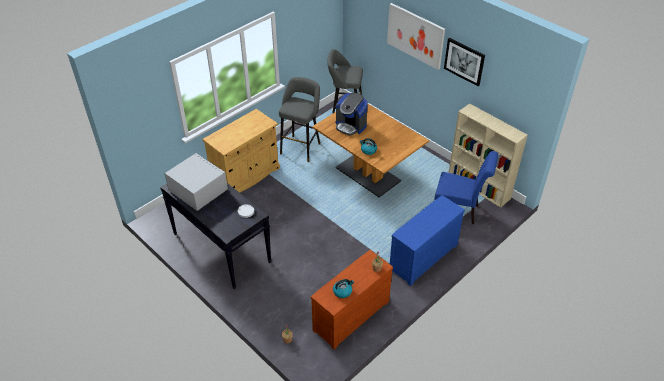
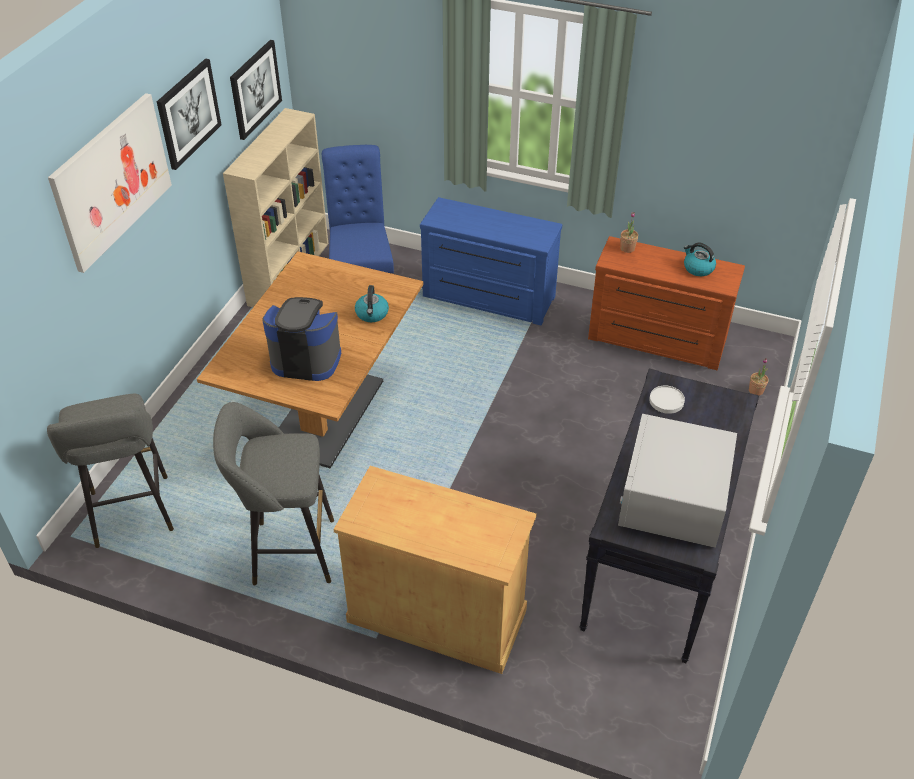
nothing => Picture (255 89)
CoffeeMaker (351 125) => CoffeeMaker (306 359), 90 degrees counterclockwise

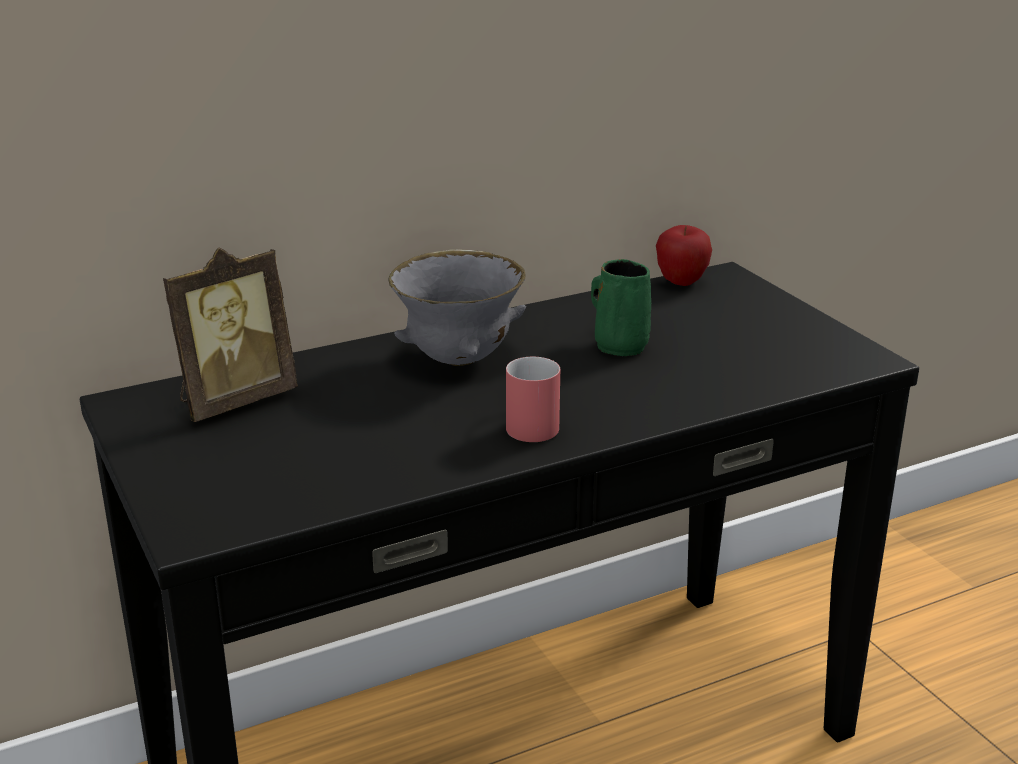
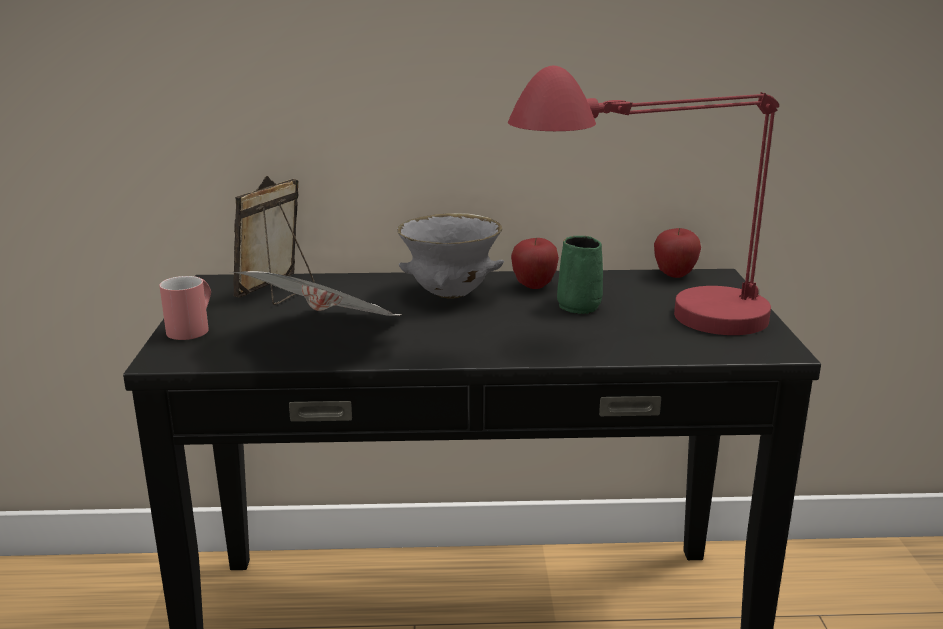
nothing => PrintedPaper (328 338)
nothing => RedTabletopLamp (649 329)
nothing => WholeApple (534 286)
RedCoffeeMug (529 422) => RedCoffeeMug (193 328), moved
PictureFrame (234 400) => PictureFrame (278 292), 135 degrees clockwise

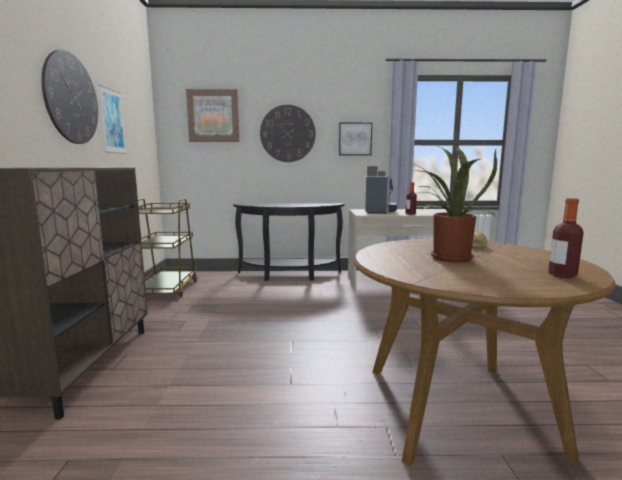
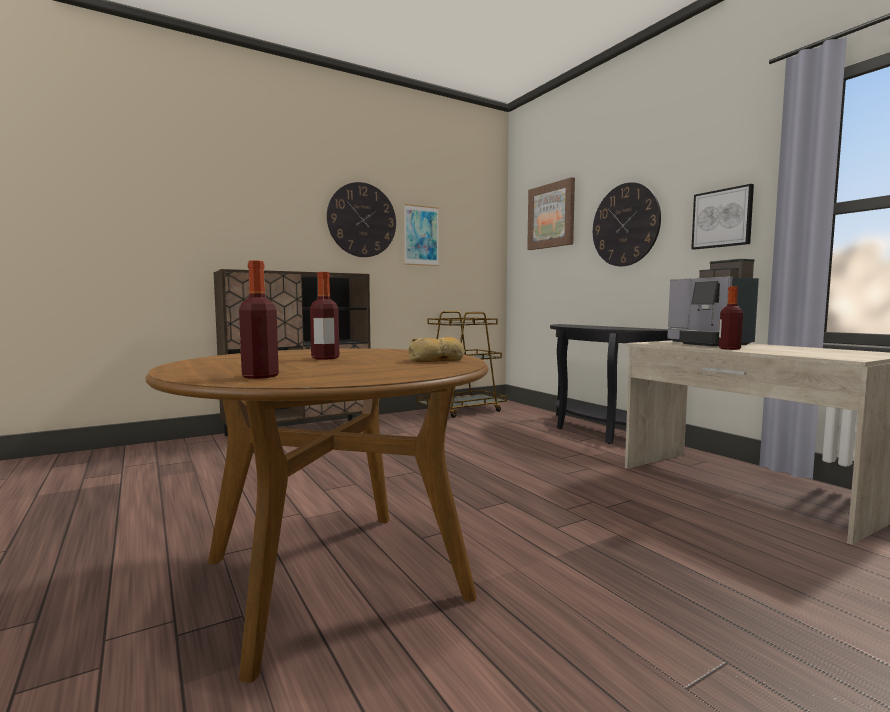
PlantInAPot (446 258) => Bottle (325 358)
CoffeeMaker (379 211) => CoffeeMaker (708 343), 90 degrees clockwise

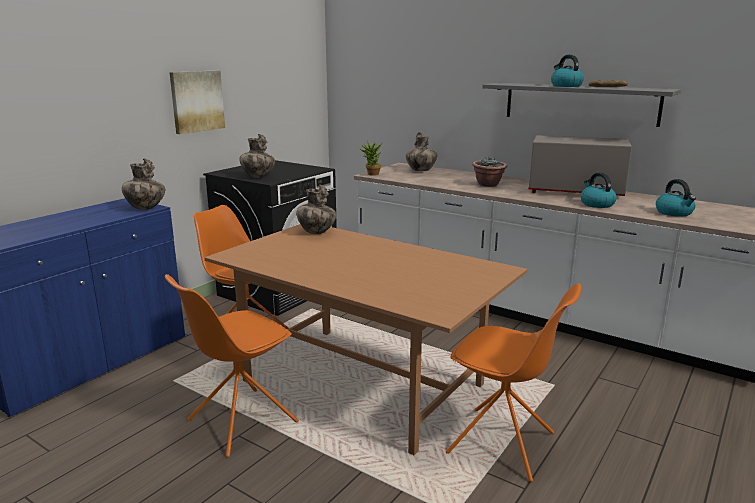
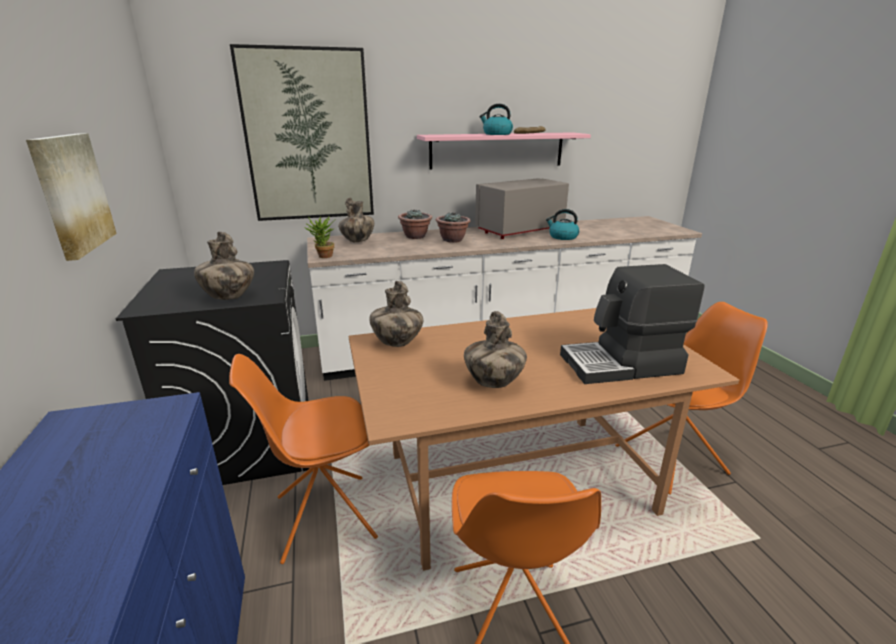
TeaKettle (674 213) => nothing
nothing => Picture (308 137)
nothing => PlantInAPot (415 237)
nothing => CoffeeMaker (622 365)
FlowerVase (145 208) => FlowerVase (493 382), moved
GreyShelf (580 103) => PinkShelf (497 150)

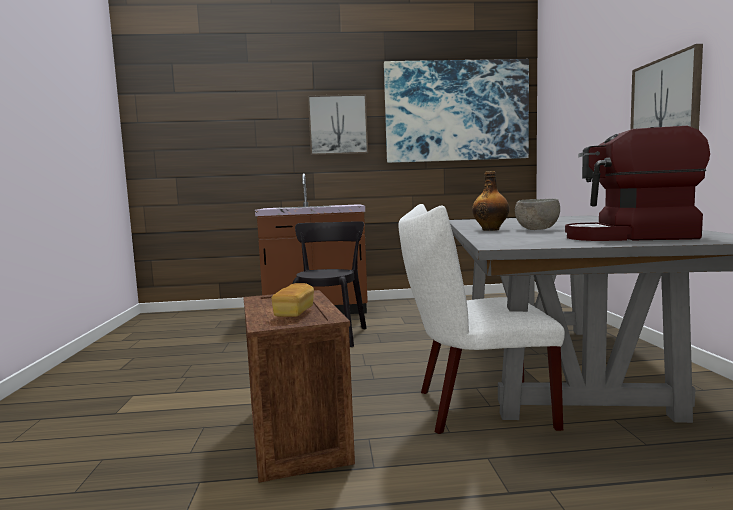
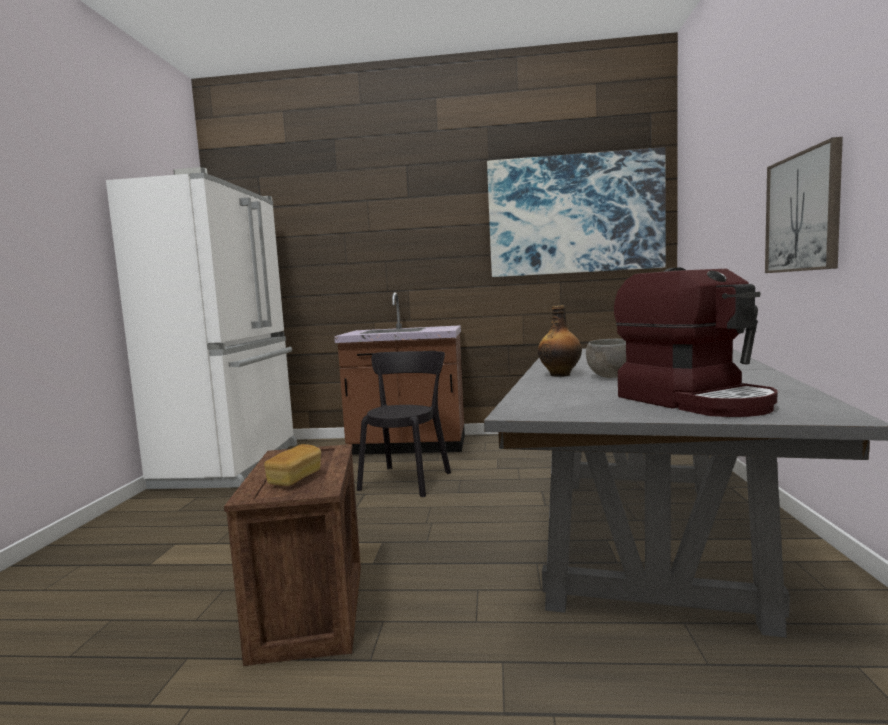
Picture (338 125) => nothing
WhitishPlainChair (474 408) => nothing
nothing => WhitishRefrigerator (233 464)
CoffeeMaker (630 237) => CoffeeMaker (695 401), 135 degrees counterclockwise

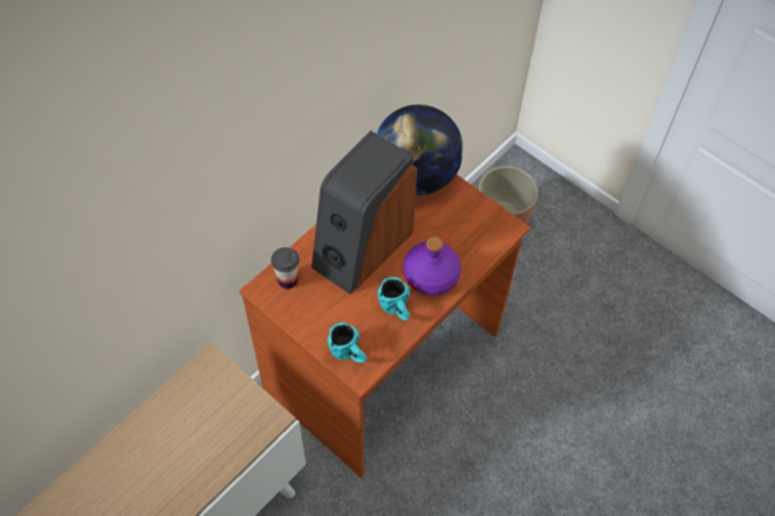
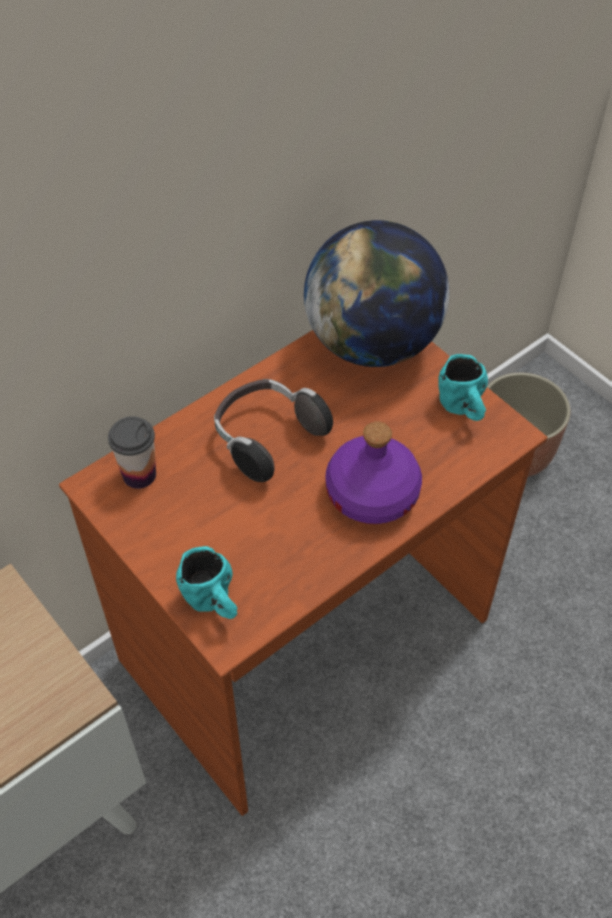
TurquoiseColouredCoffeeMug (397 310) => TurquoiseColouredCoffeeMug (464 410), moved
Speaker (361 247) => Headset (267 438)

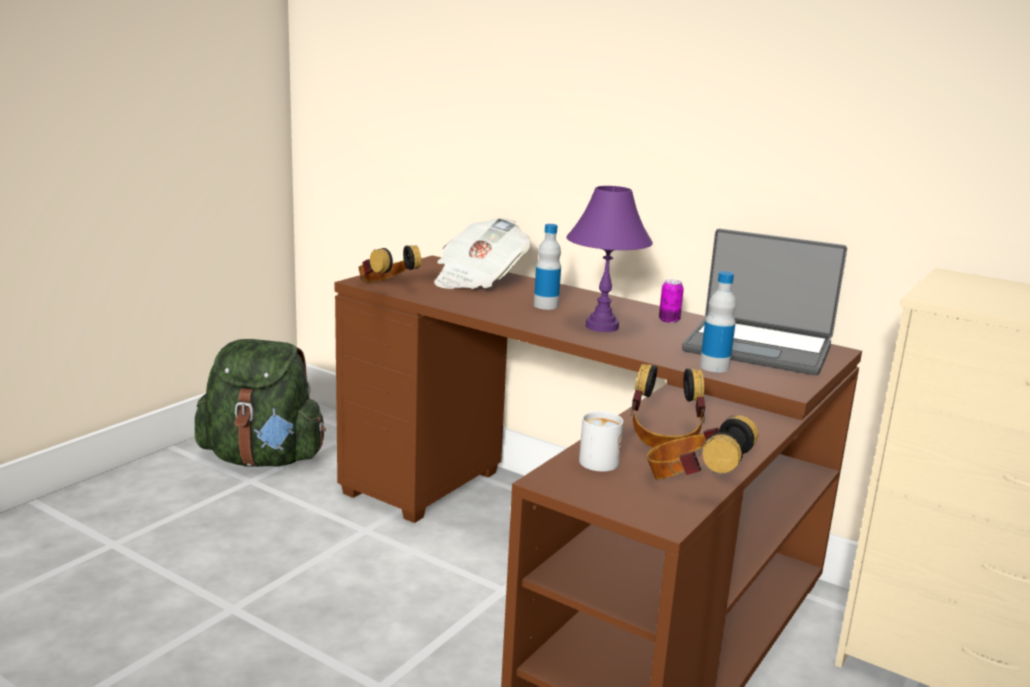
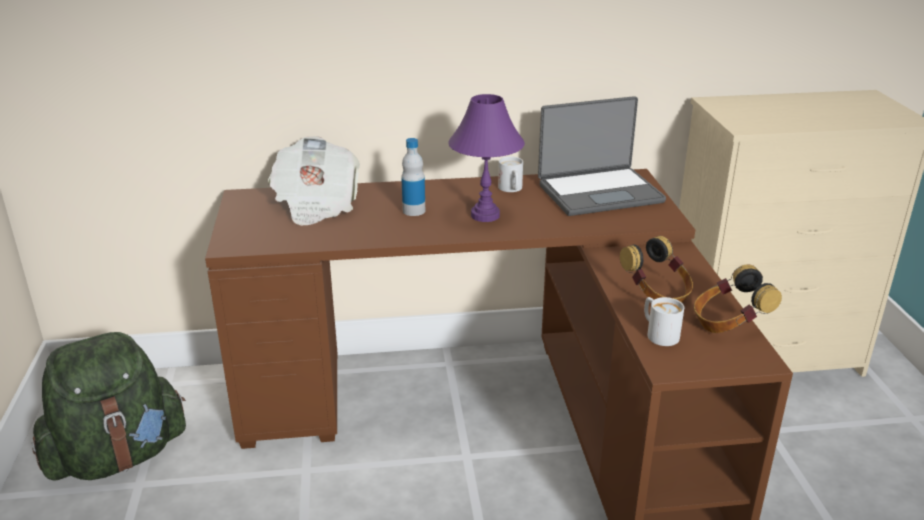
Headset (386 287) => nothing
Bottle (714 367) => nothing
Can (669 320) => WhitishCoffeeMug (511 189)

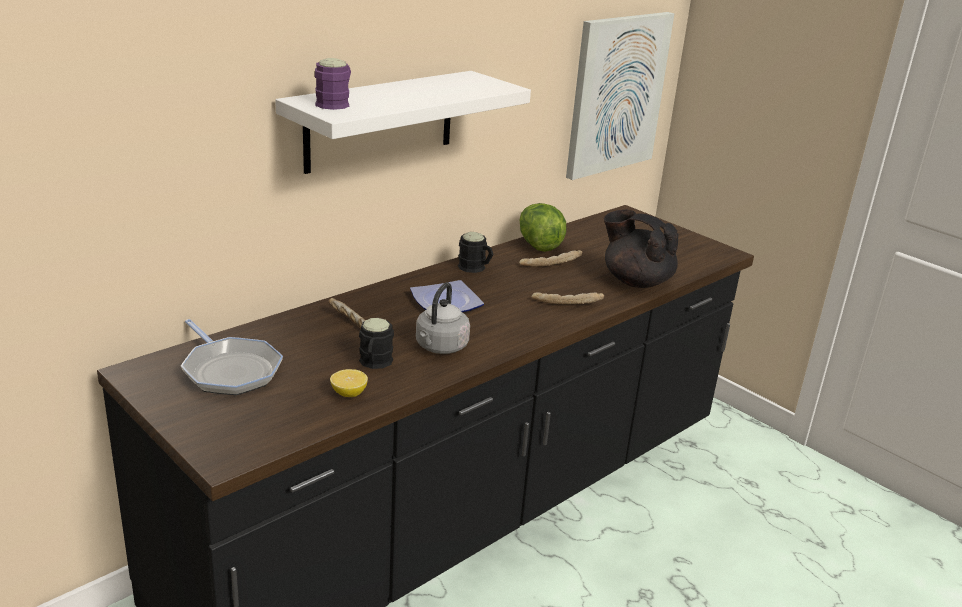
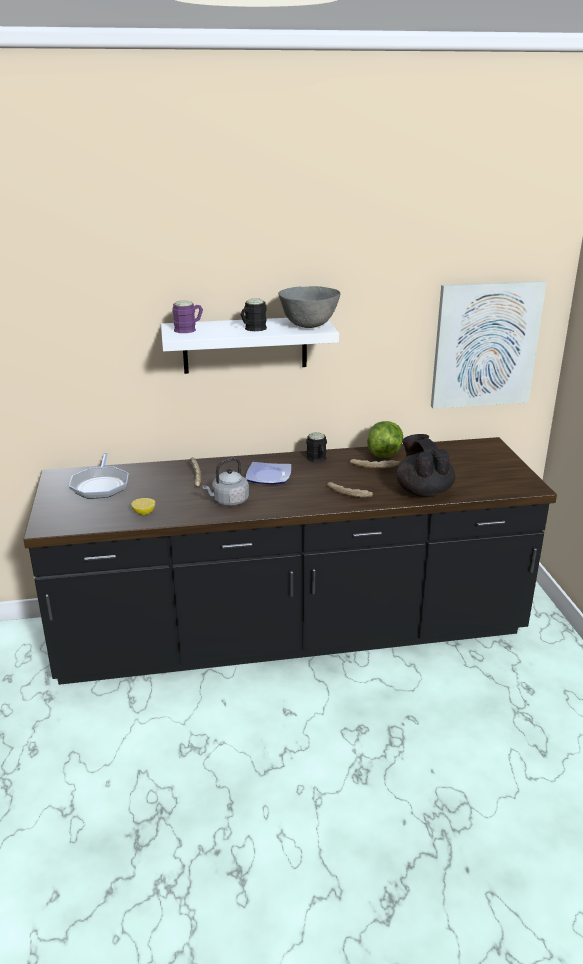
nothing => GreyBowl (308 326)
BlackCoffeeMug (374 363) => BlackCoffeeMug (252 329), moved

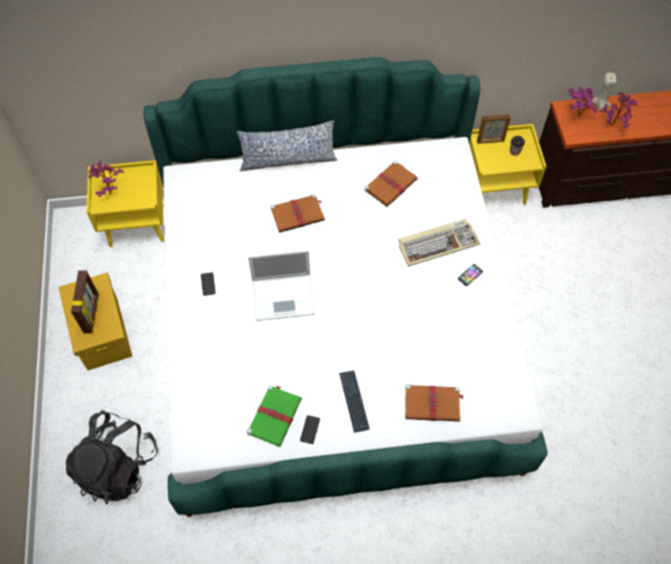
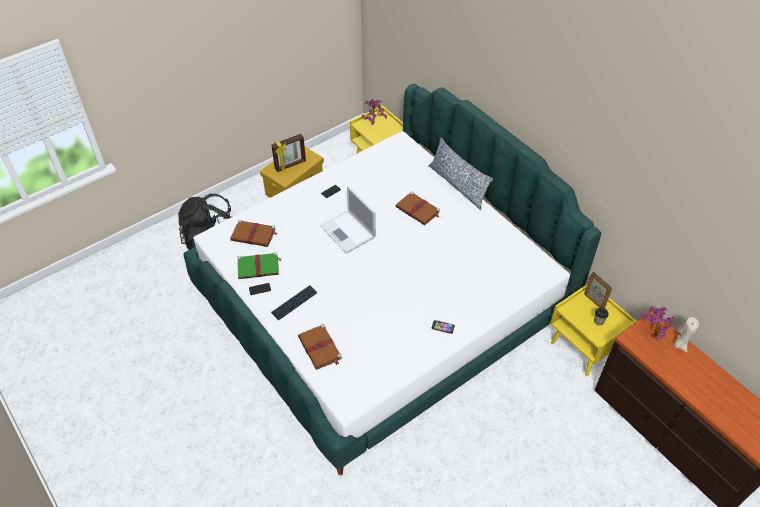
Keyboard (438 243) => nothing
PlantInAPot (613 125) => nothing
BrownBook (391 184) => BrownBook (254 235), moved

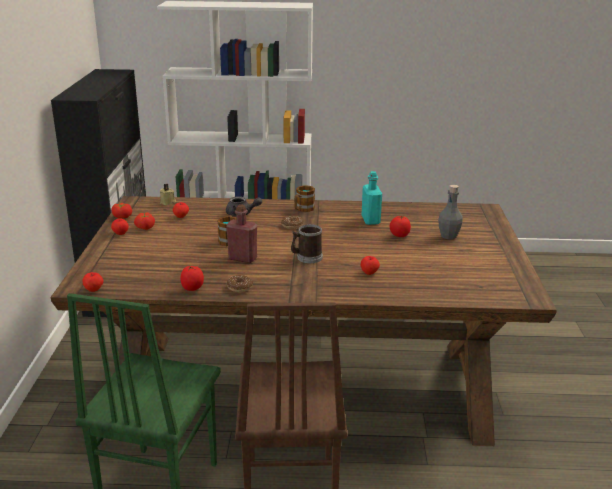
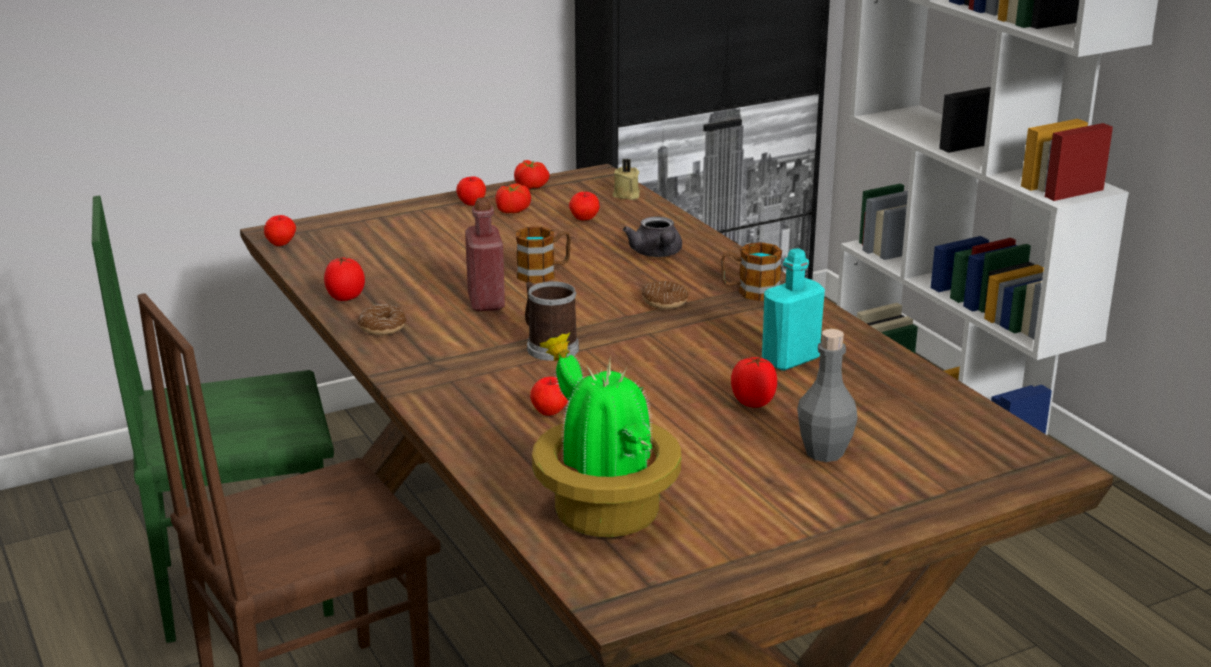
nothing => PlantInAPot (603 511)

